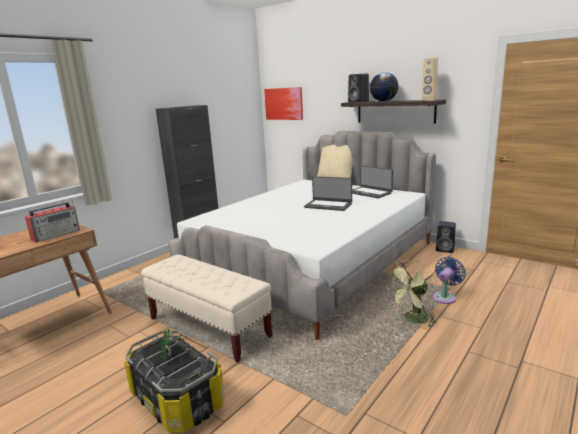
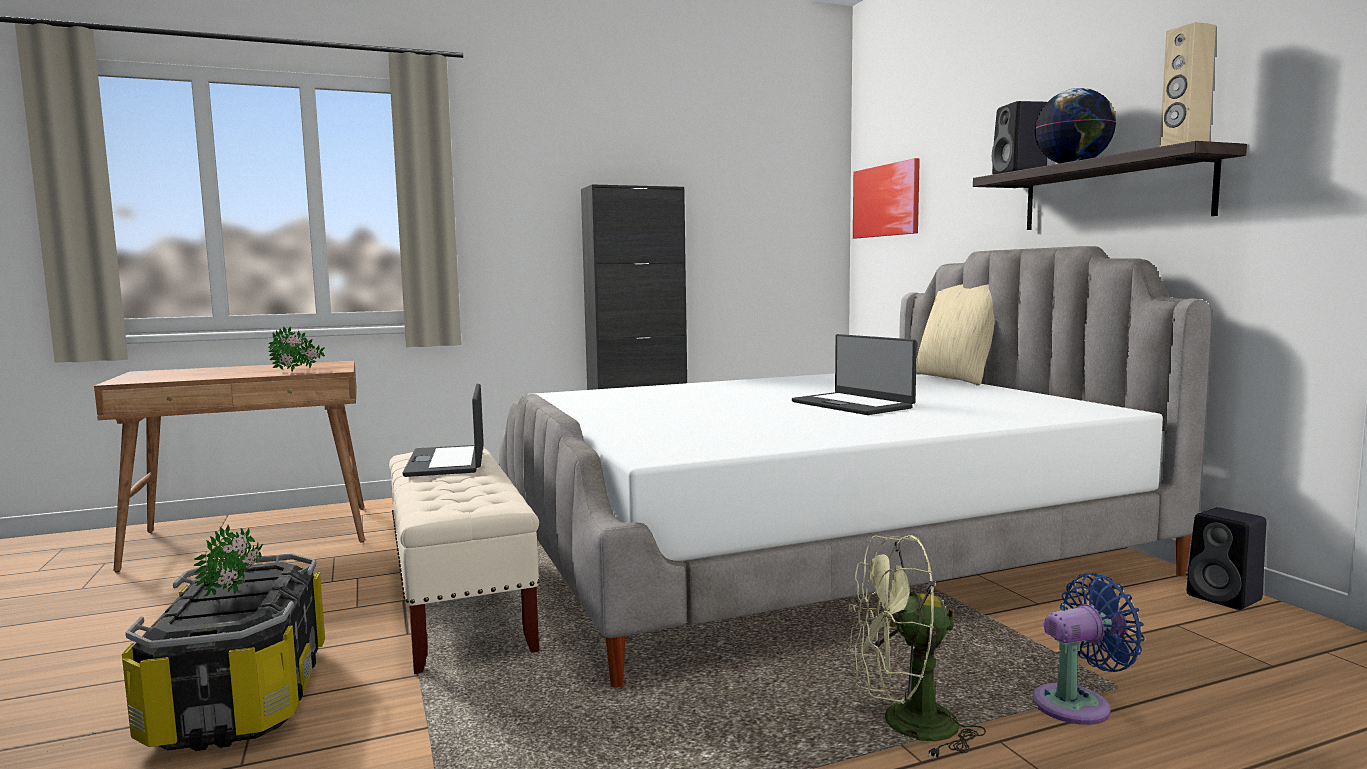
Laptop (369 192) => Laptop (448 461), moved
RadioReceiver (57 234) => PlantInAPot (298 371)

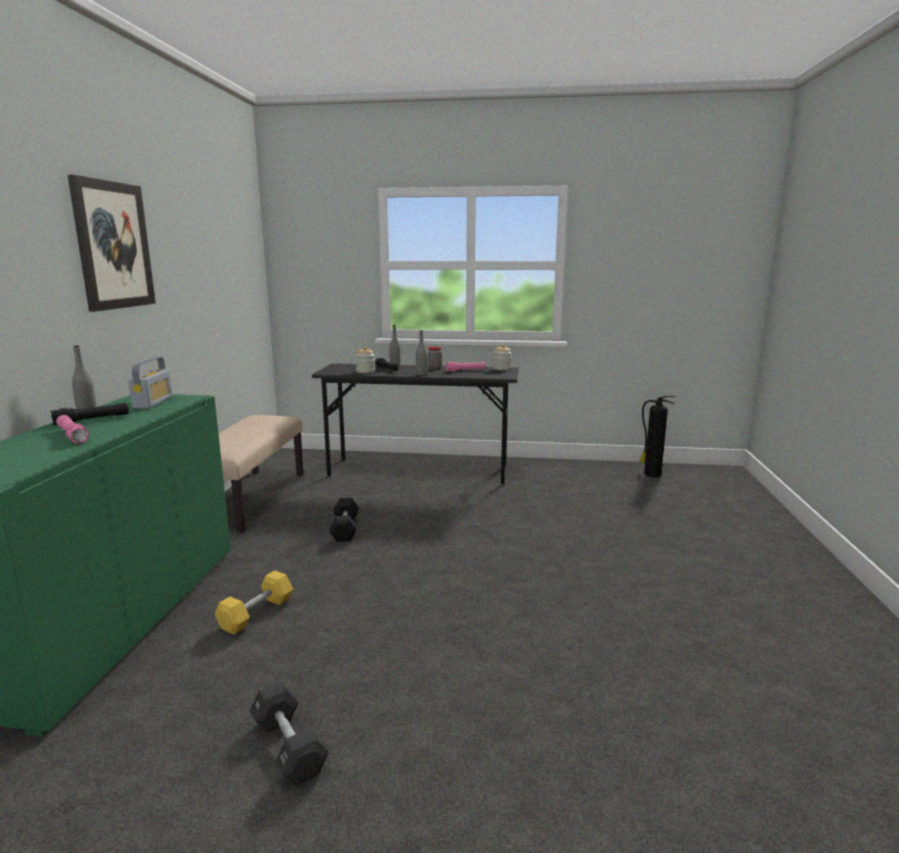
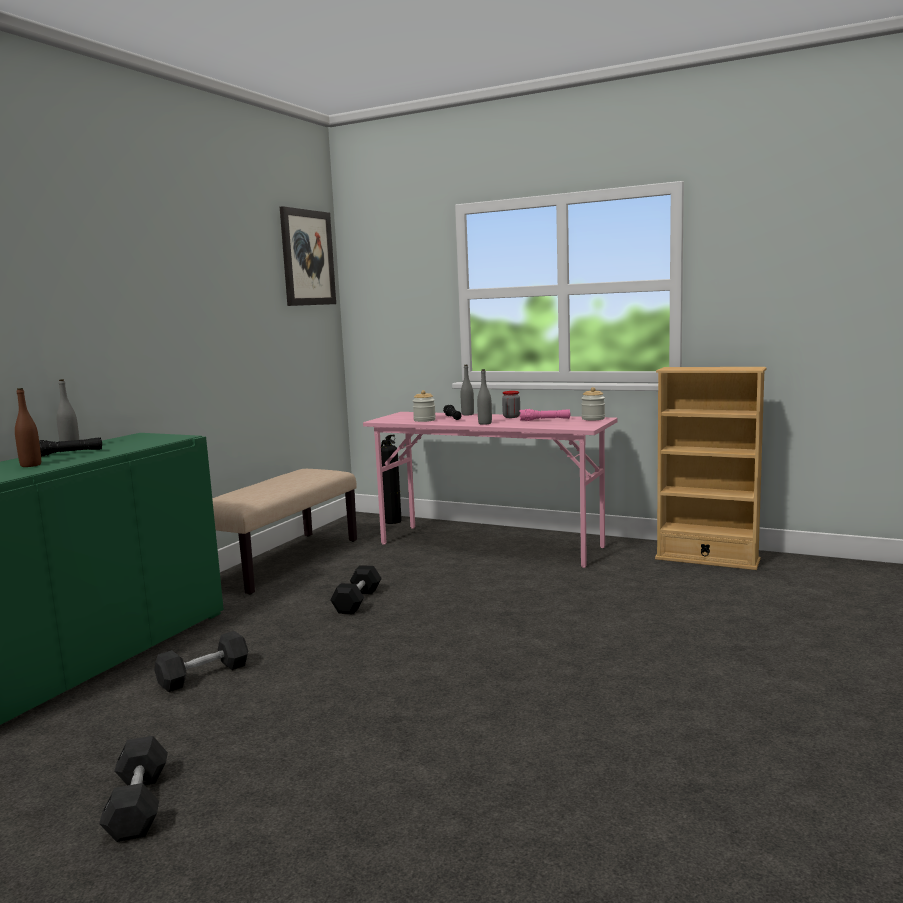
RadioReceiver (153 402) => nothing
nothing => BeigeBookcase (707 559)
Picture (113 245) => Picture (307 258), moved
FireFightingCylinder (651 474) => FireFightingCylinder (392 521), moved
PinkTorch (72 436) => BrownBottle (31 465)
YellowColouredDumbbell (256 613) => BlackDumbbell (204 675)
GreyDeskTable (419 470) => PinkDeskTable (491 545)

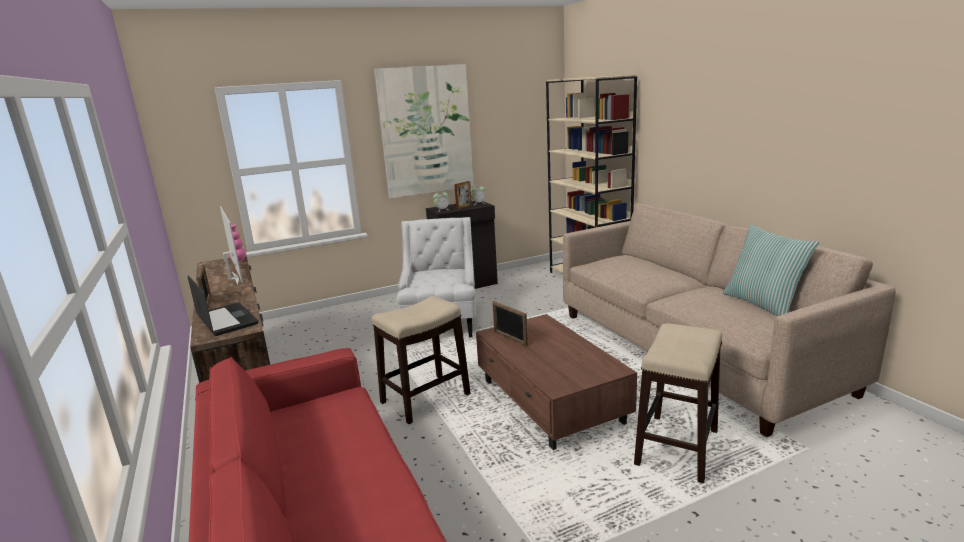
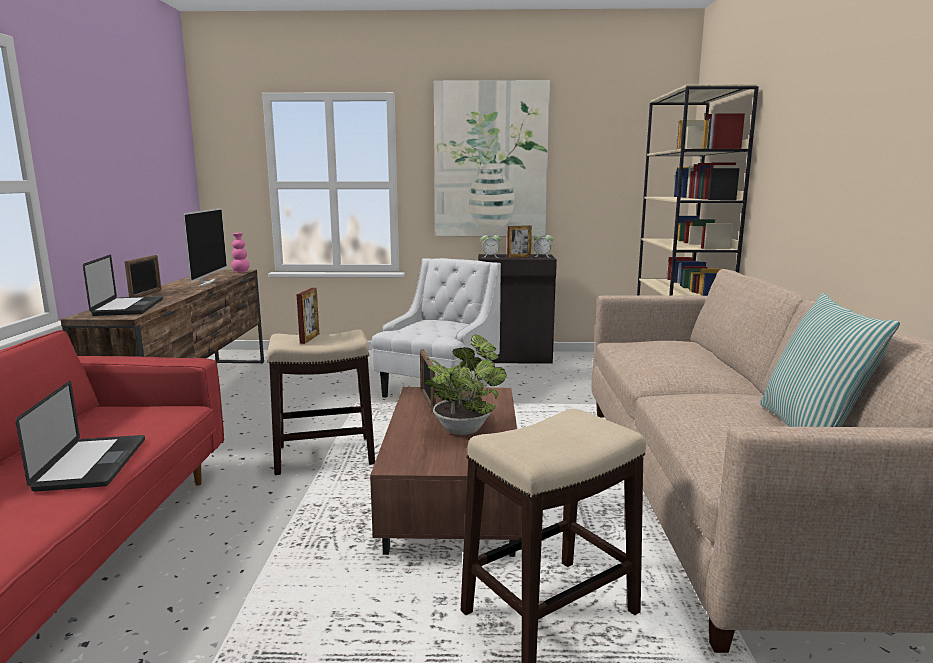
nothing => Laptop (92 464)
nothing => PictureFrame (309 338)
nothing => PlantInAPot (464 428)

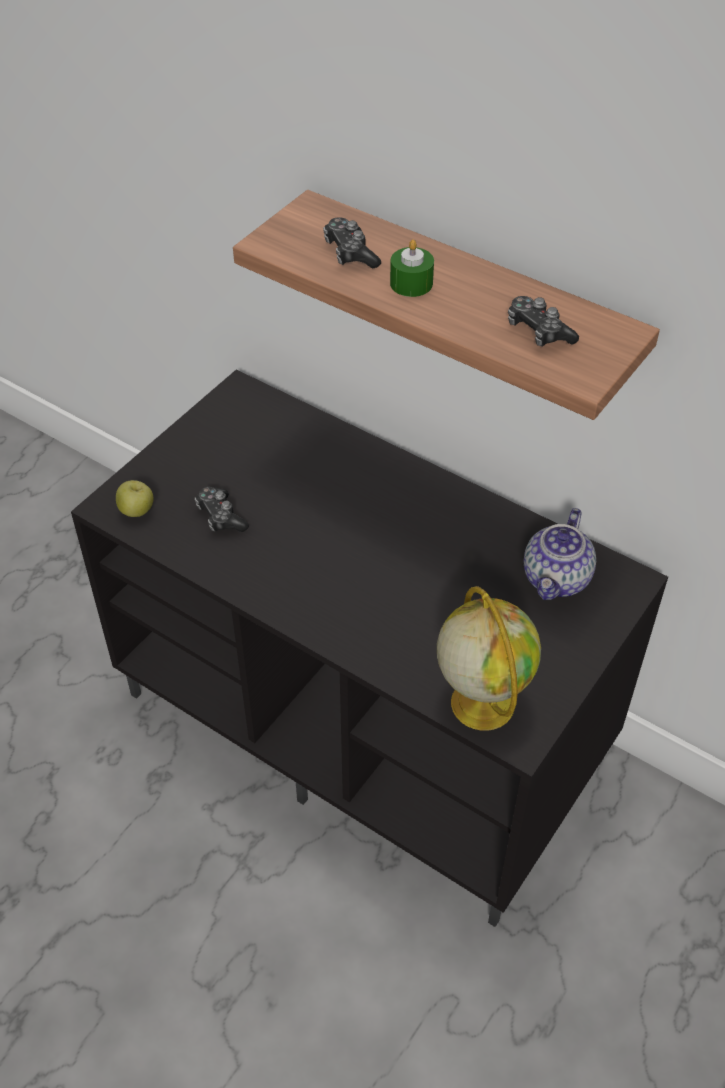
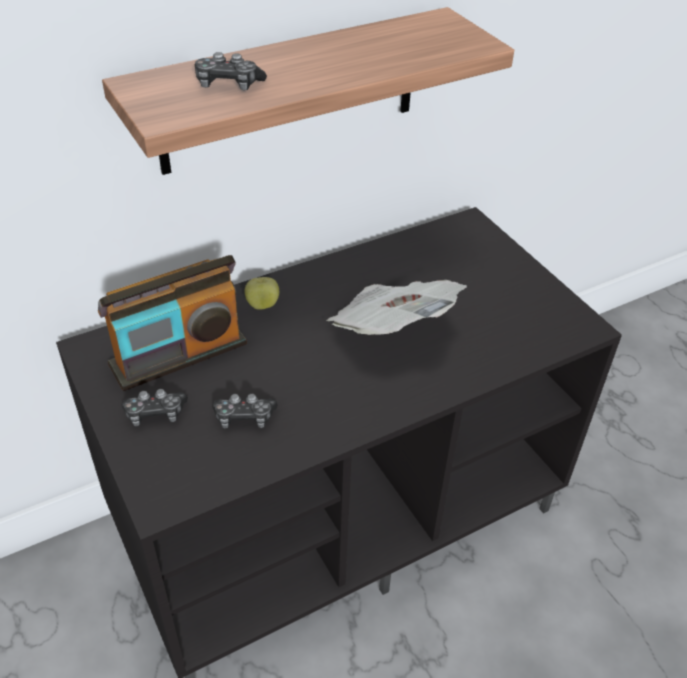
GreenColouredWaxLight (411 283) => nothing
Globe (481 702) => nothing
TeaPot (557 579) => nothing
nothing => RadioReceiver (179 355)
nothing => PrintedPaper (392 329)
WholeApple (137 511) => WholeApple (262 305), moved
GameController (538 331) => GameController (155 414), moved

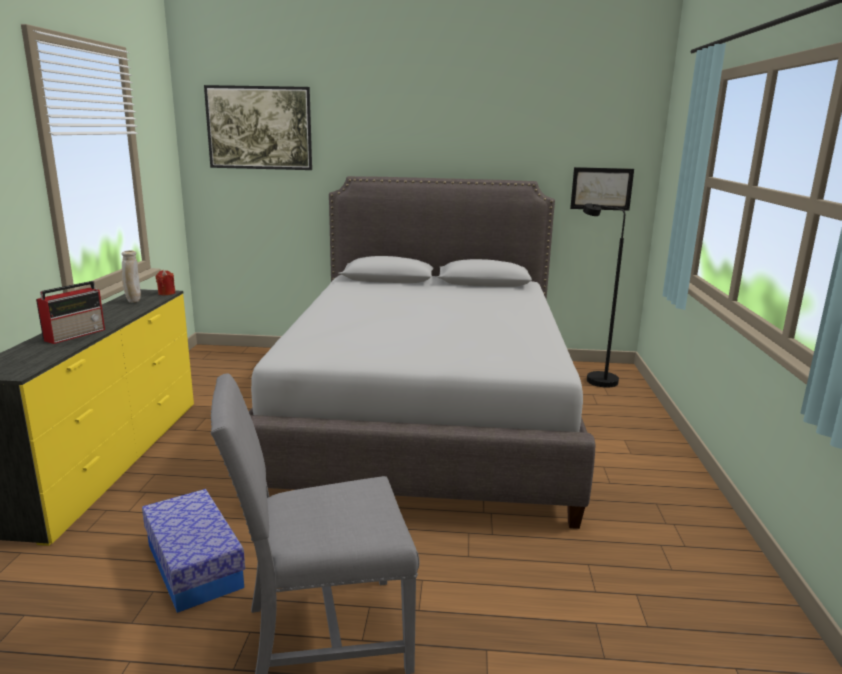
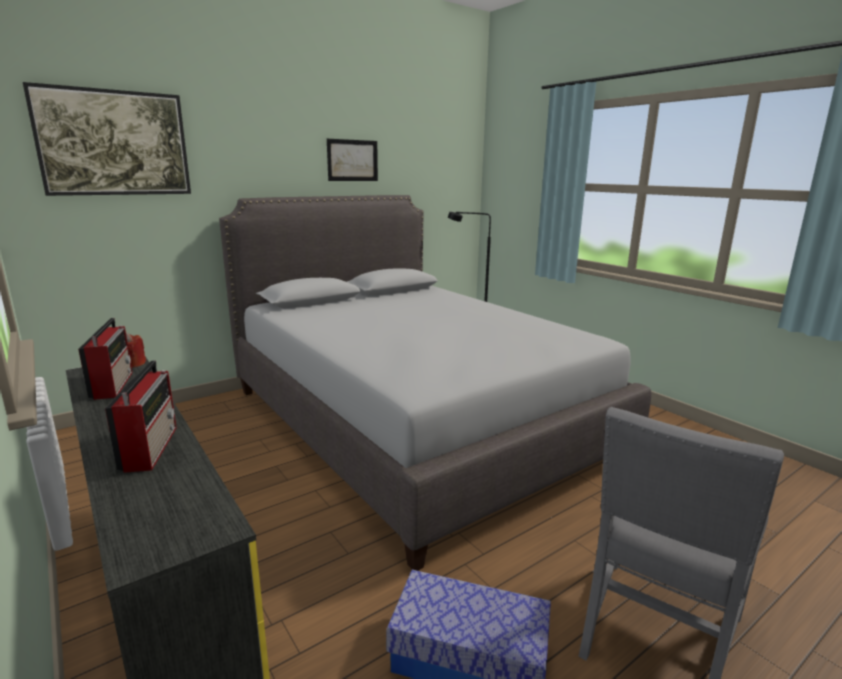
Picture (601 189) => Picture (352 160), moved
BeigeFlowerVase (133 301) => RadioReceiver (113 384)

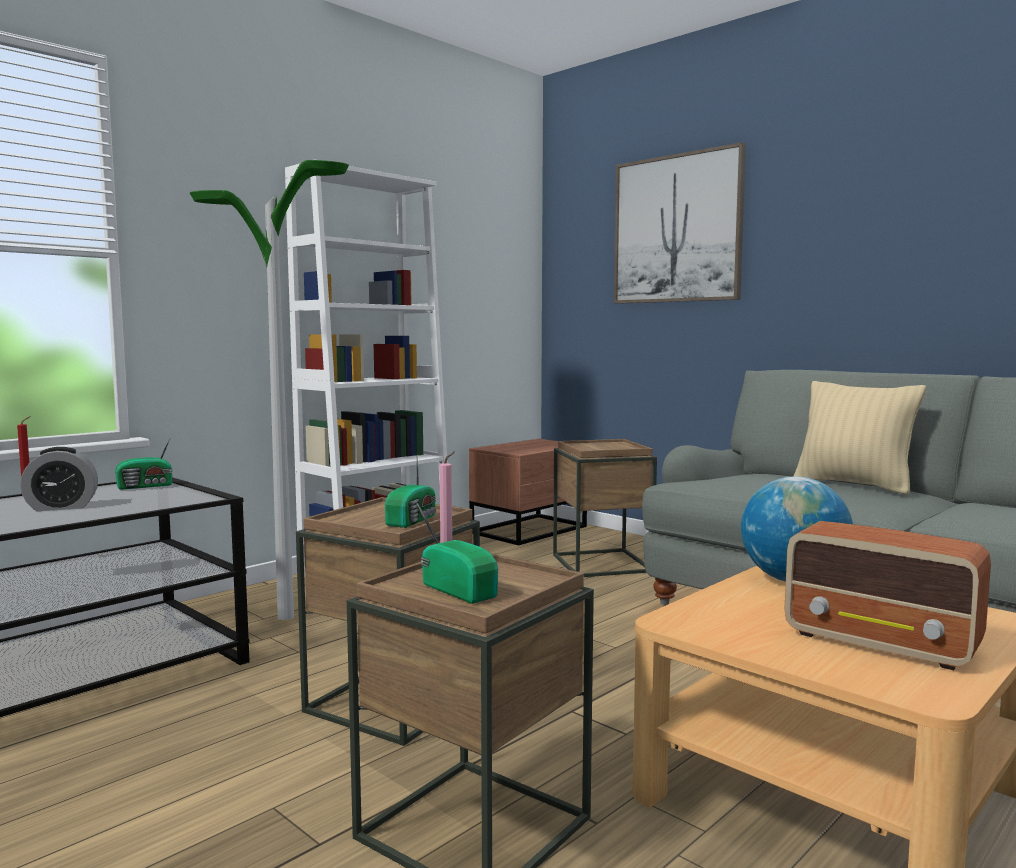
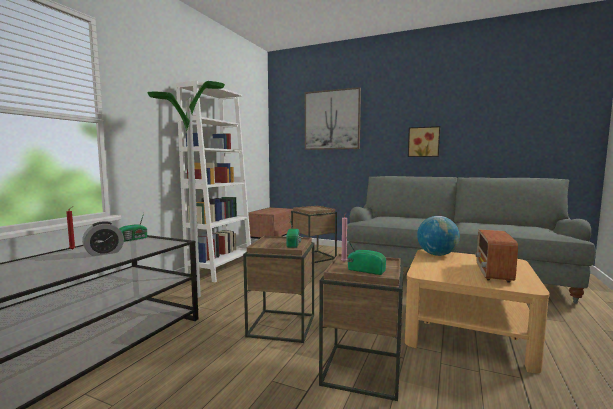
BeigeCushion (854 485) => nothing
nothing => Picture (423 142)
RadioReceiver (882 643) => RadioReceiver (493 273), 90 degrees clockwise

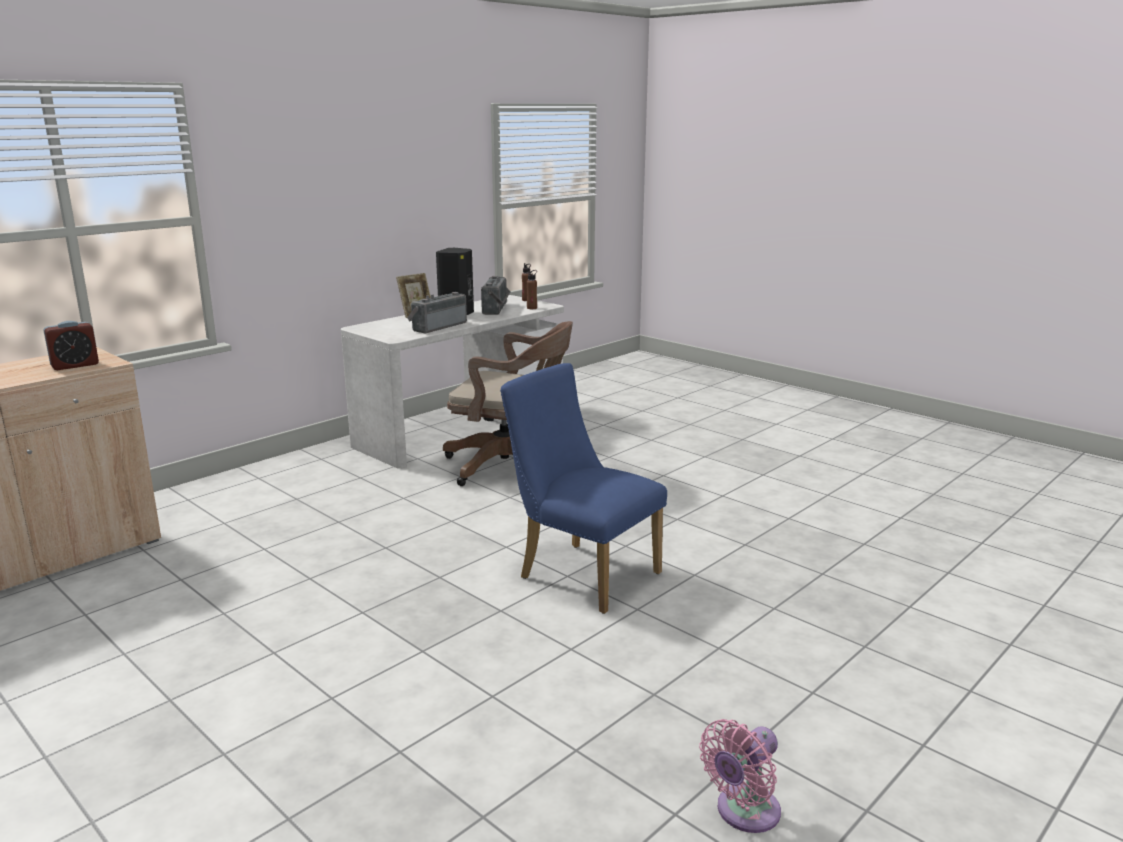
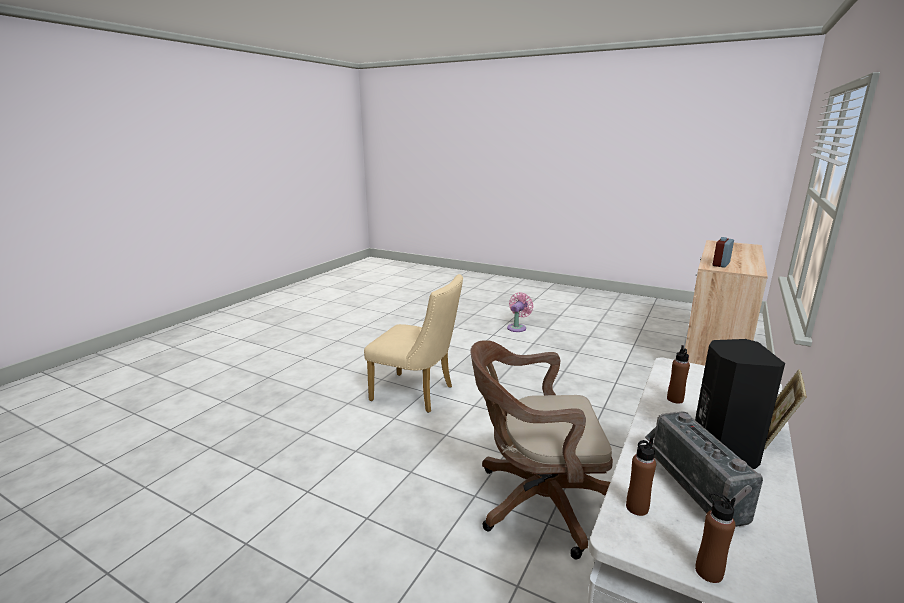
PinkElectricFan (743 813) => PinkElectricFan (517 327), moved
RadioReceiver (437 326) => BrownBottle (675 399)
BluishPlainChair (581 573) => BeigePlainChair (418 394)

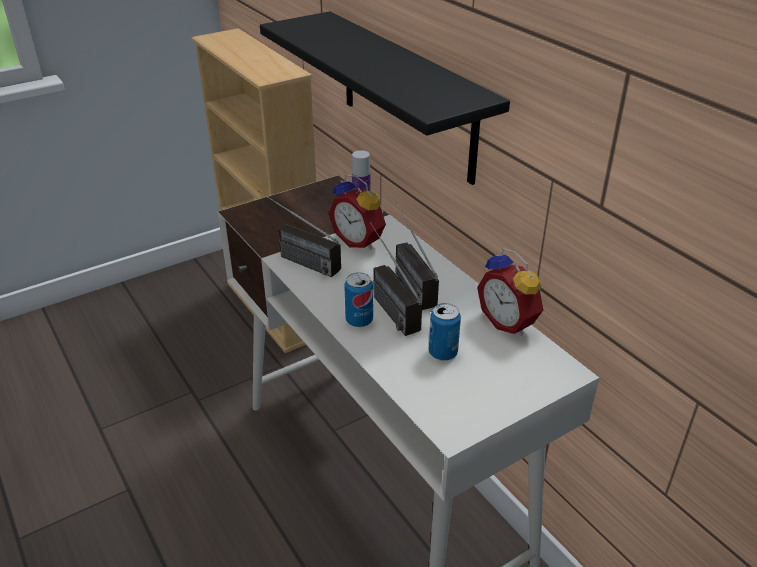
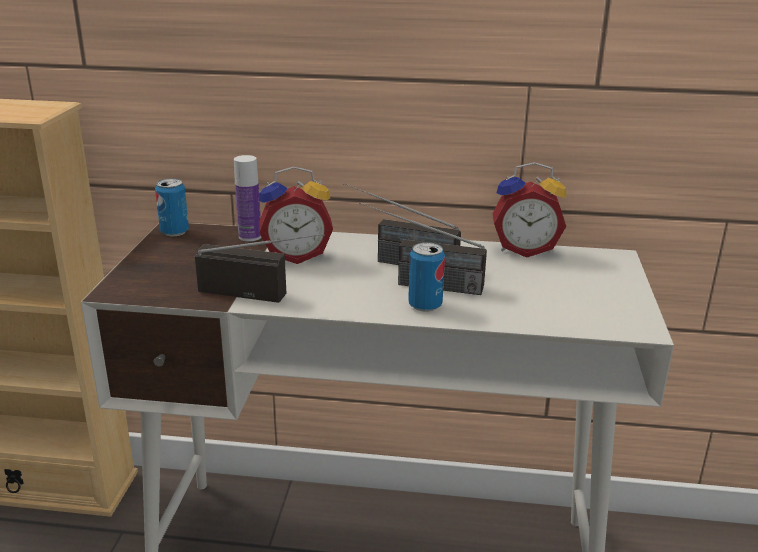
BlackShelf (406 96) => nothing
Can (443 353) => Can (174 232), moved
RadioReceiver (295 258) => RadioReceiver (265 295), 150 degrees counterclockwise

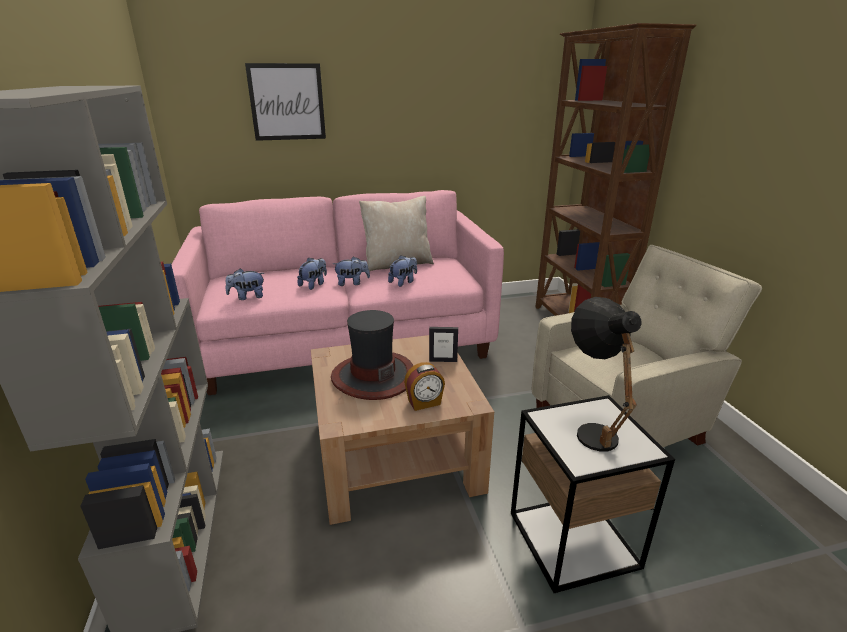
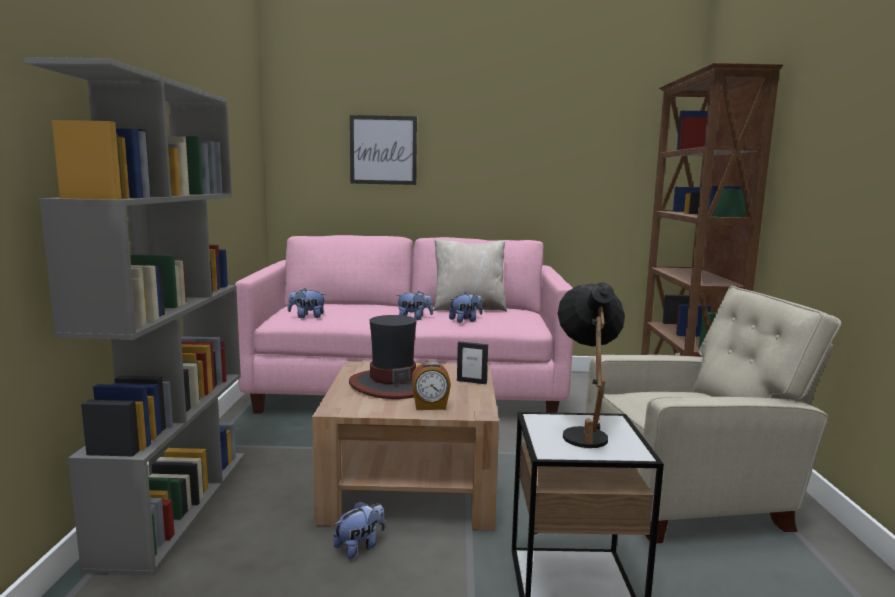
PlushToy (314 285) => PlushToy (360 547), moved

